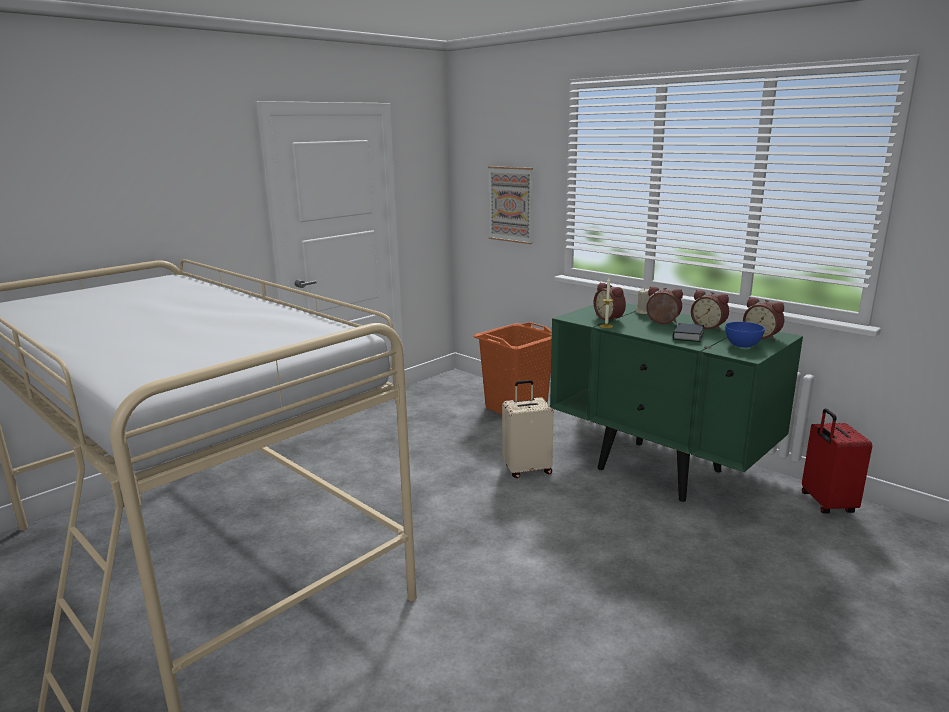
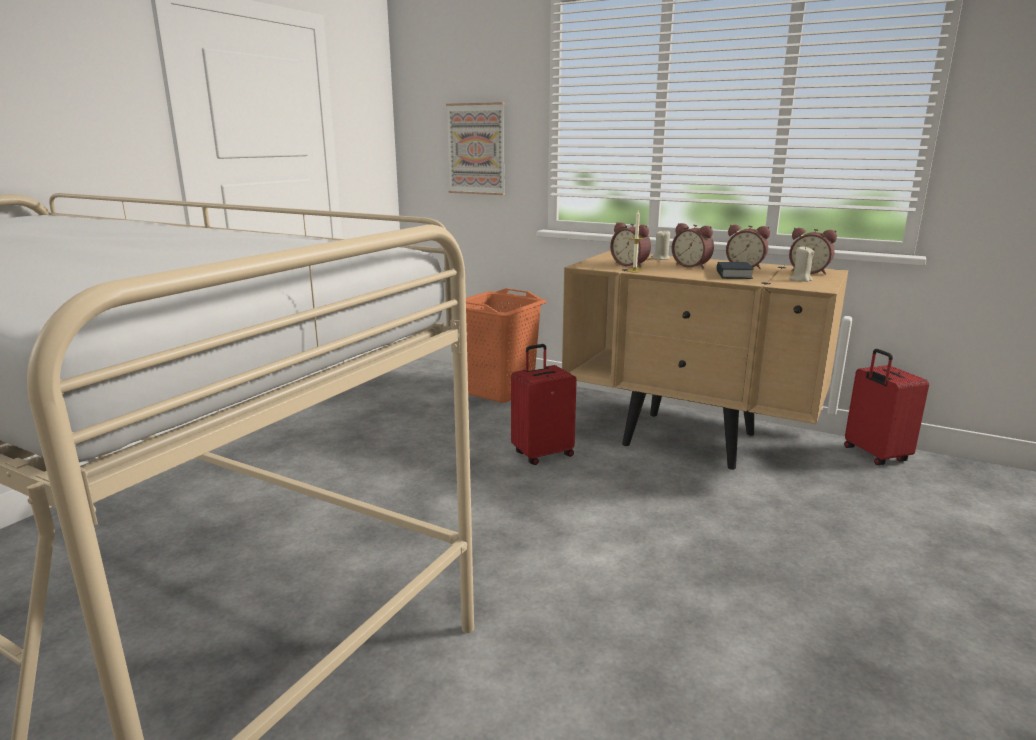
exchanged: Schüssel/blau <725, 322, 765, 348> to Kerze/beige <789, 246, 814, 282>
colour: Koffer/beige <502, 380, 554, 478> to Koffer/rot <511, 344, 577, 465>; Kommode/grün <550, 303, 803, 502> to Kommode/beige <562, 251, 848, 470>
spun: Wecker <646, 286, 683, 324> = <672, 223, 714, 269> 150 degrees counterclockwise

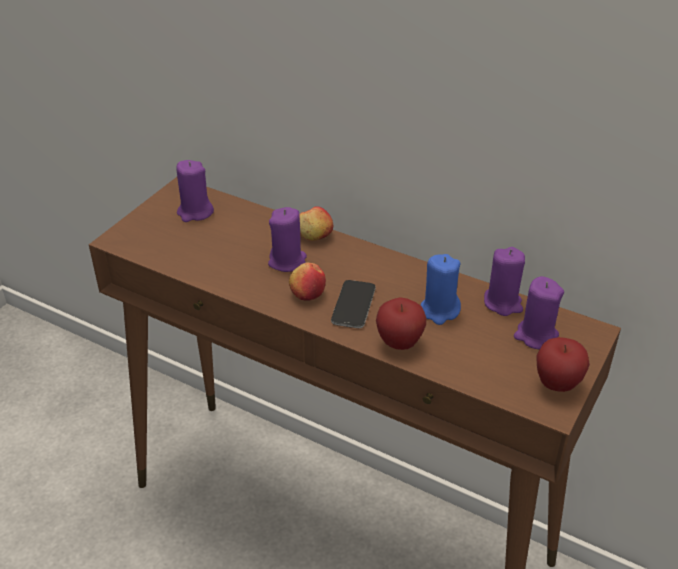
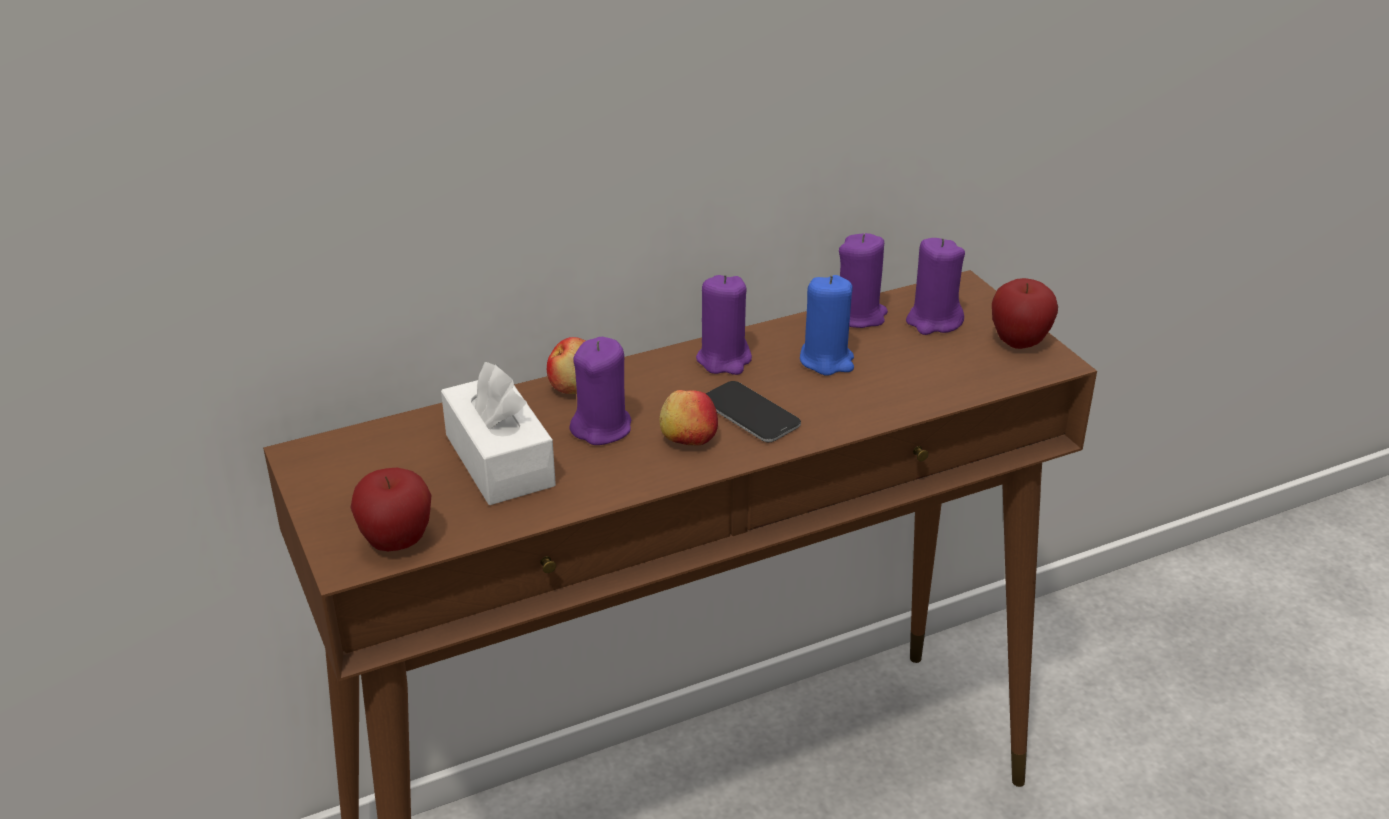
appeared: Taschentuchbox/weiß <441, 362, 556, 505>
relocated: Kerze/lila <176, 160, 214, 222> to <696, 275, 752, 375>; Apfel <376, 297, 426, 350> to <350, 468, 431, 551>

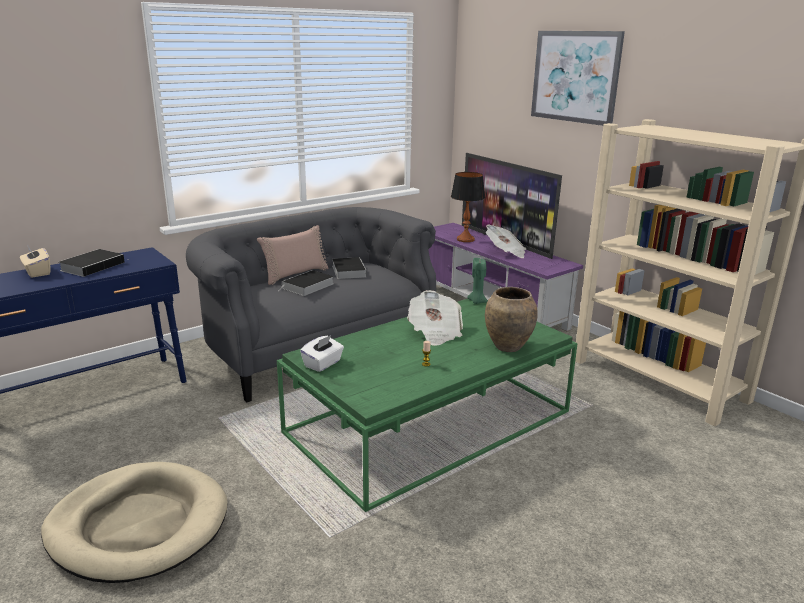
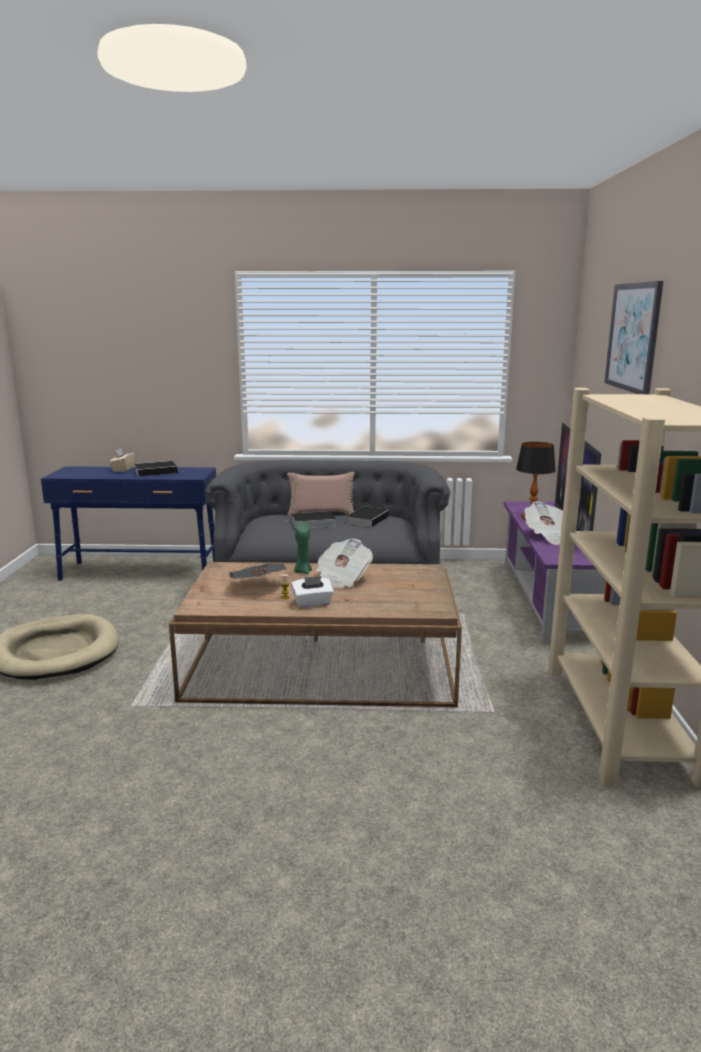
missing: Vase/braun <485, 287, 538, 352>
appeared: Zeitung <228, 563, 286, 579>
relocated: Taschentuchbox/weiß <300, 335, 344, 372> to <291, 576, 334, 608>; Kerze/grün <467, 258, 488, 304> to <294, 523, 312, 574>
colour: Couchtisch/grün <277, 299, 578, 512> to Couchtisch/braun <169, 562, 462, 708>

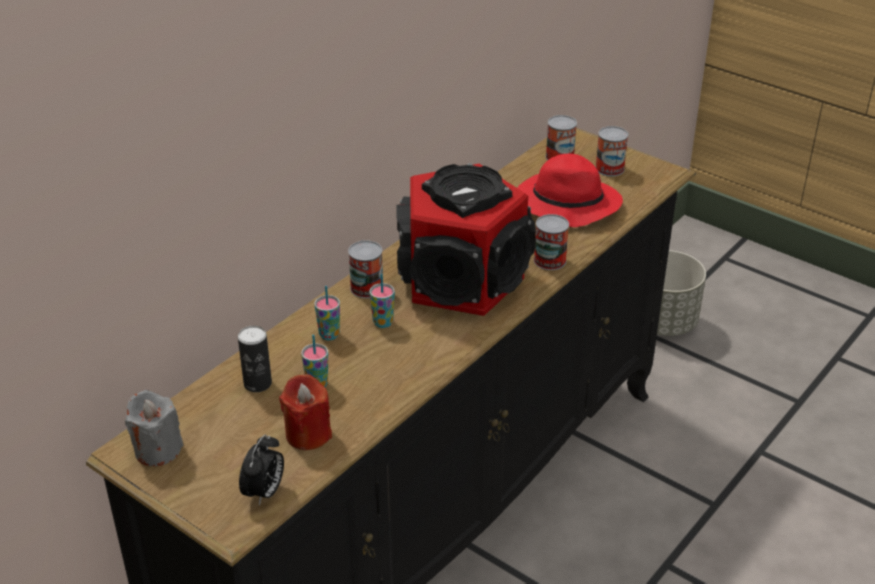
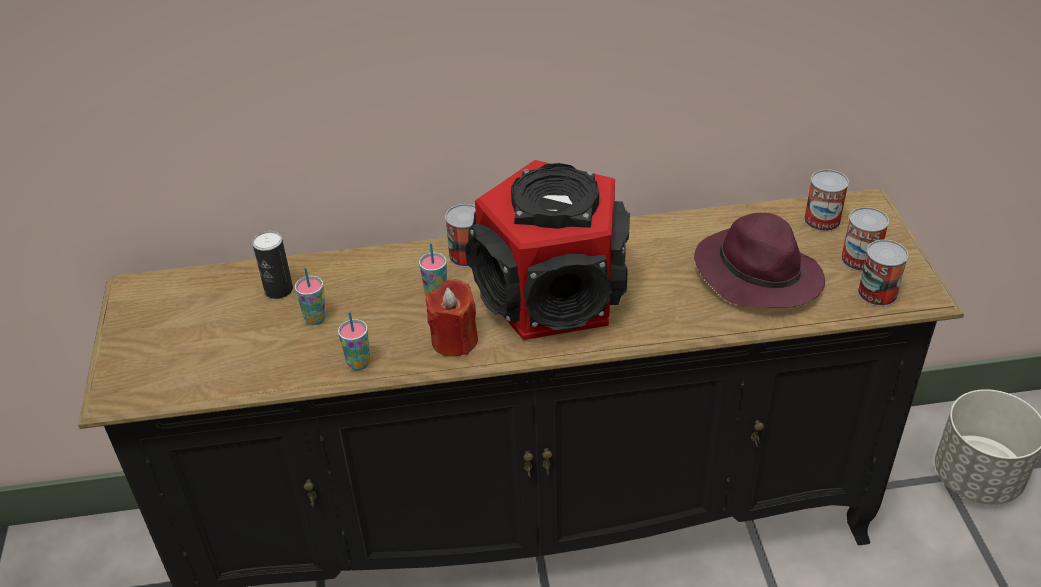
missing: Kerze/grau <125, 390, 183, 466>; Wecker <239, 434, 284, 506>
relocated: Kerze/rot <279, 374, 332, 450> to <426, 279, 478, 357>; Tasse <315, 286, 340, 340> to <338, 311, 370, 370>; Dose <534, 214, 569, 270> to <858, 240, 908, 307>
colour: Hut/rot <517, 154, 623, 227> to Hut/lila <694, 213, 825, 308>

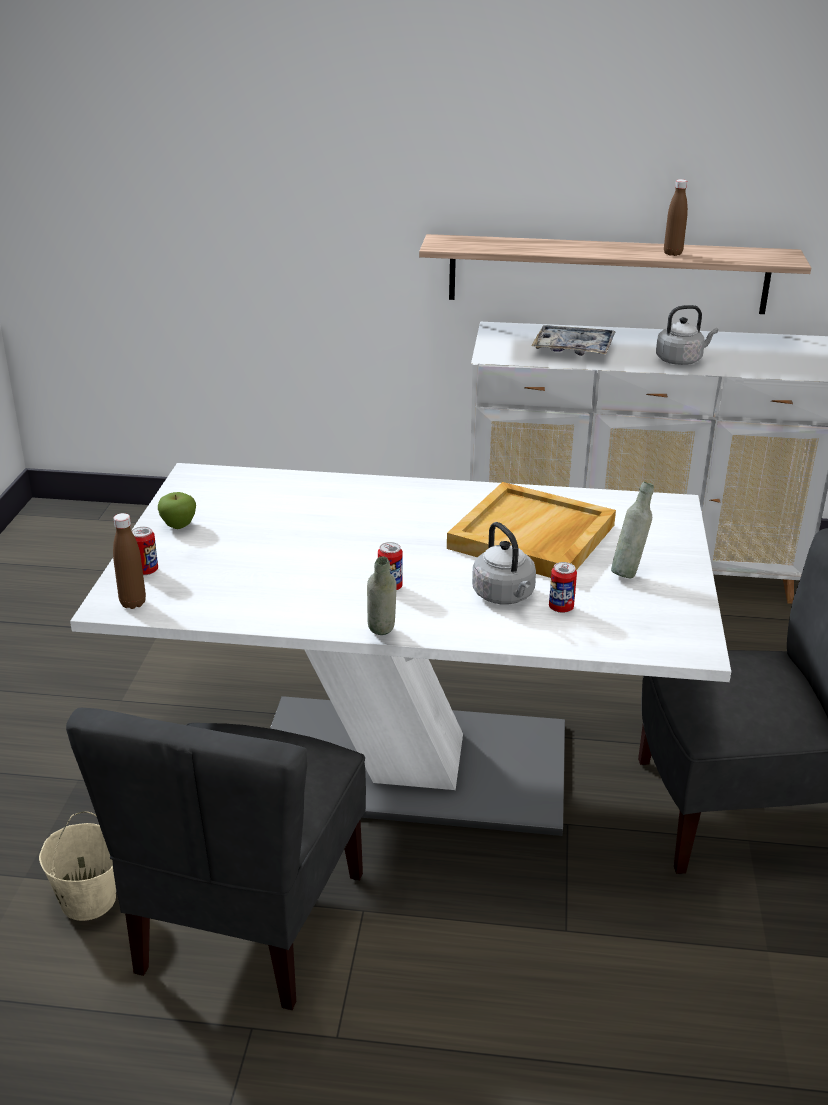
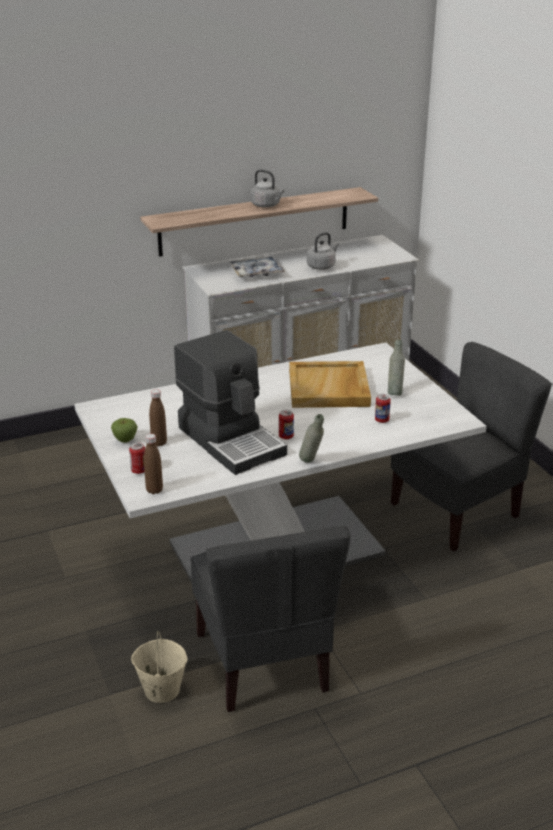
appeared: Kaffeemaschine <174, 330, 287, 475>
relocated: Wasserkessel/grau <472, 522, 536, 604> to <251, 169, 284, 208>; Flasche/braun <664, 179, 688, 256> to <149, 389, 167, 446>

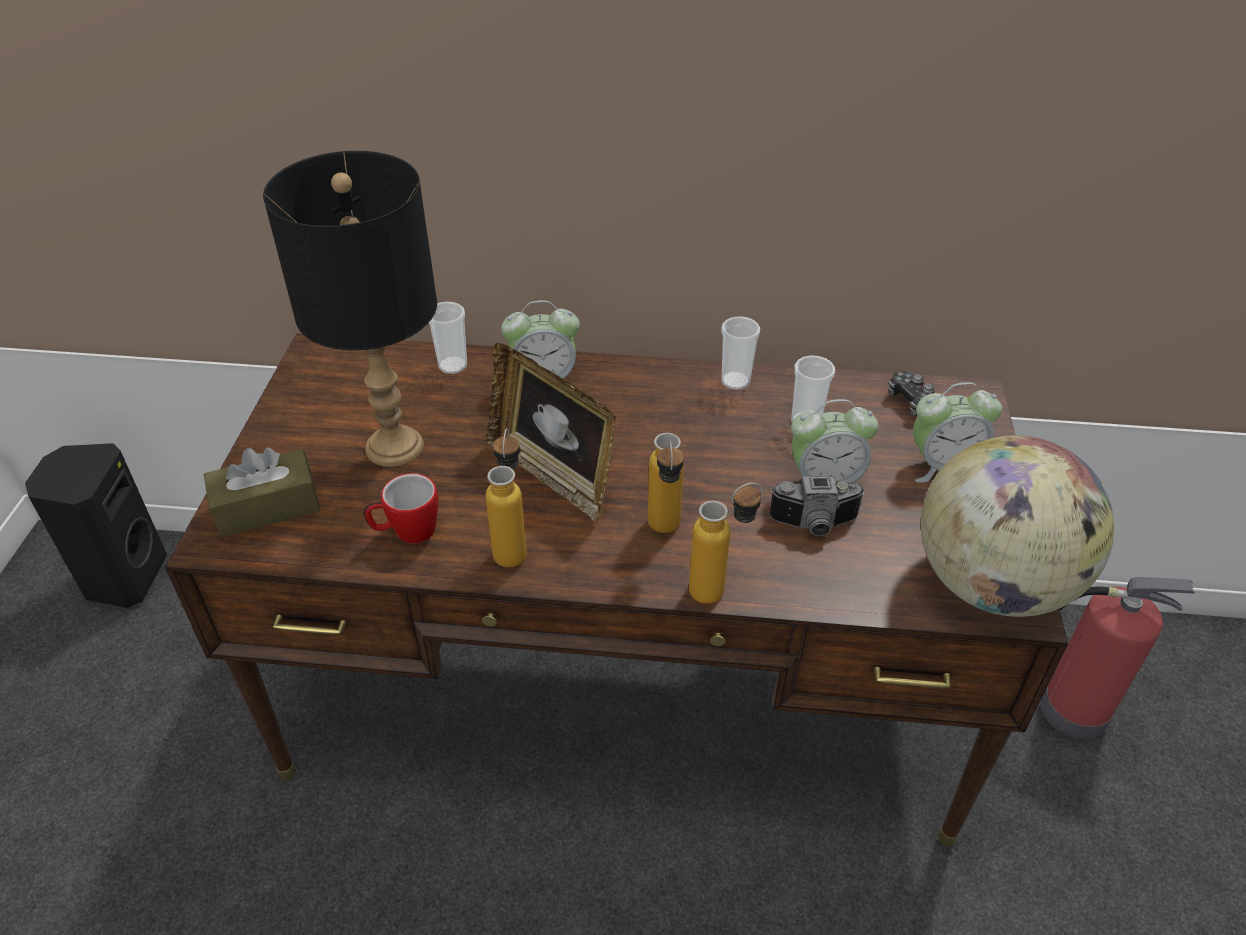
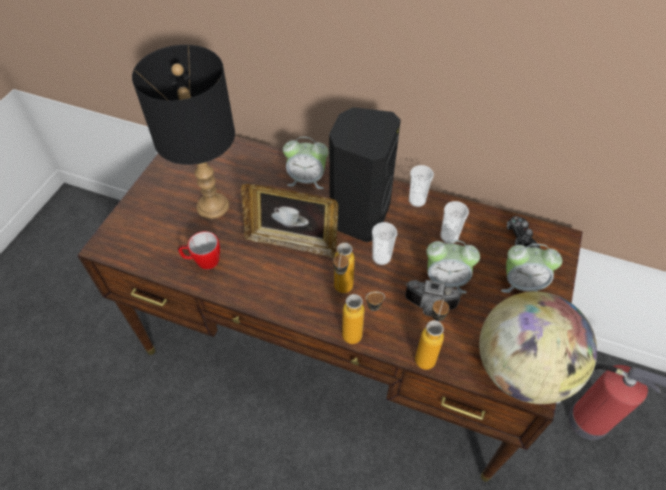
missing: Taschentuchbox/braun <204, 447, 320, 537>
relocated: Lautsprecher/schwarz <25, 443, 167, 608> to <329, 107, 401, 243>; Tasse <429, 302, 467, 374> to <372, 222, 397, 265>; Flasche <485, 428, 527, 568> to <415, 298, 449, 370>
spun: Bilderrahmen <486, 343, 616, 523> = <241, 184, 338, 259> 45 degrees counterclockwise

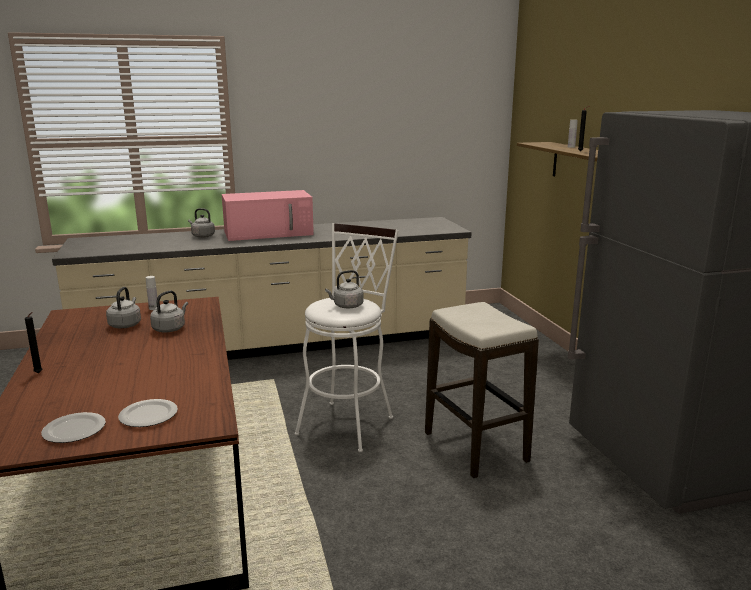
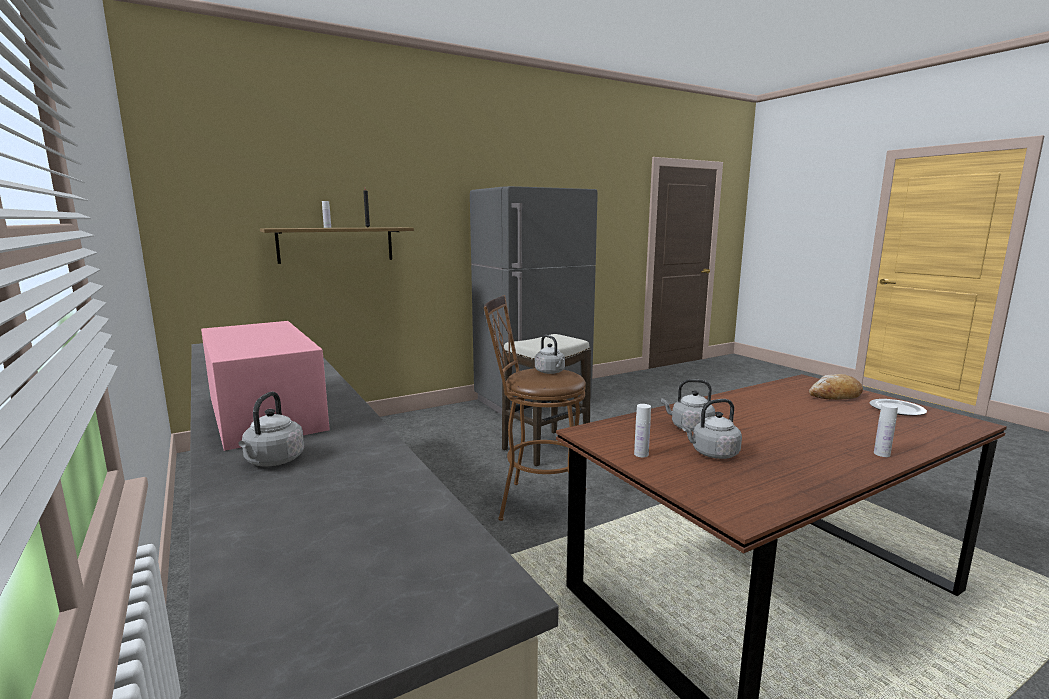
exchanged: Kerze/schwarz <25, 312, 42, 373> to Flasche/weiß <874, 404, 898, 457>; Teller <118, 399, 178, 427> to Brot <809, 374, 863, 400>
colour: Hocker/weiß <295, 223, 399, 452> to Hocker/braun <484, 295, 586, 521>

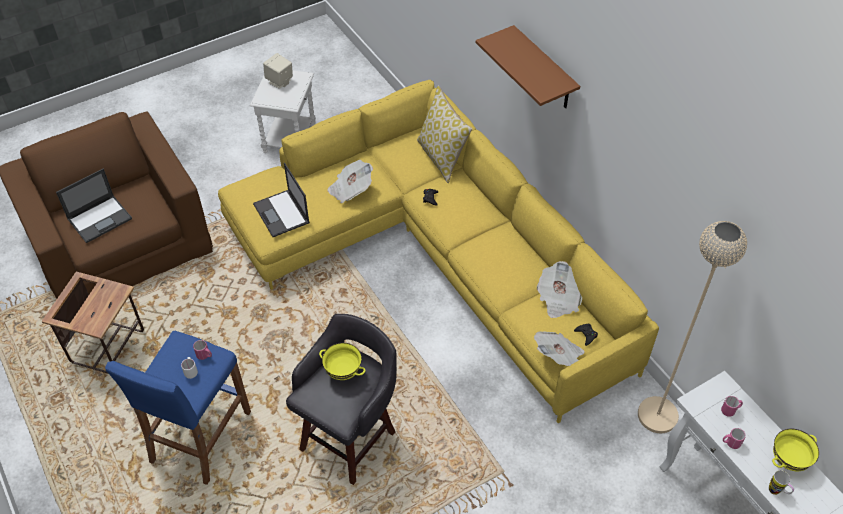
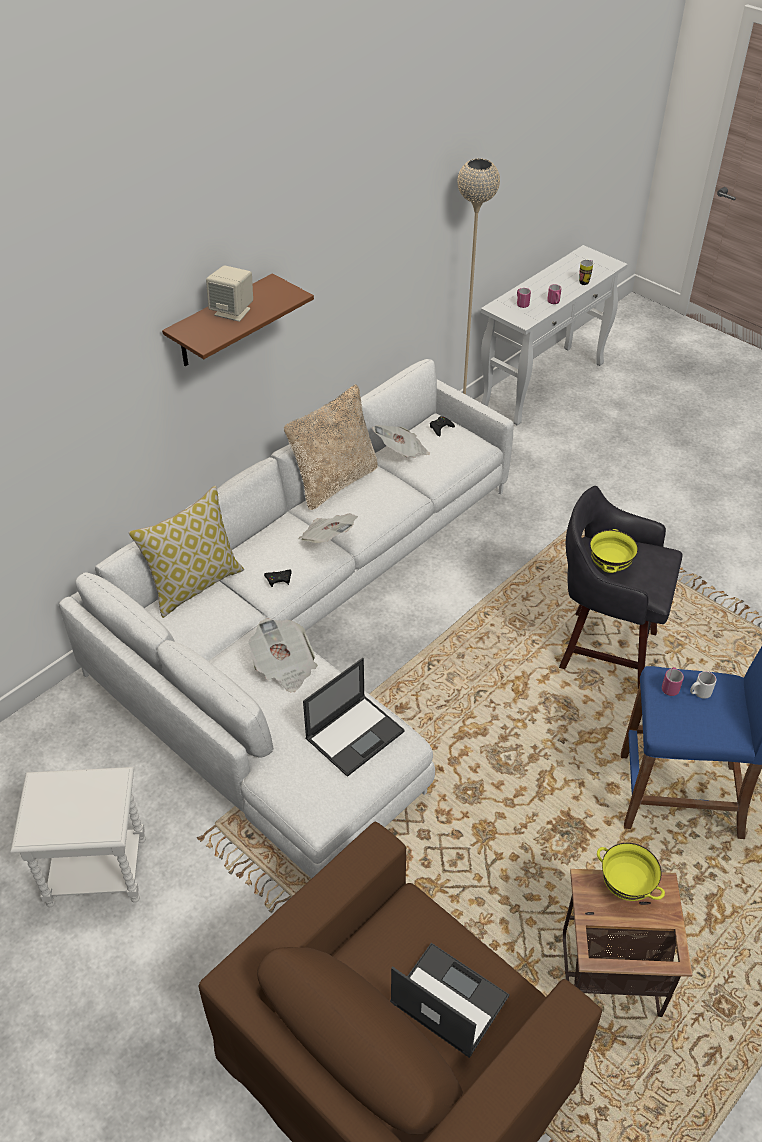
appeared: Kissen/beige <284, 384, 378, 510>
relocated: Lautsprecher/beige <263, 53, 293, 89> to <206, 265, 253, 322>; Zeitung <534, 331, 585, 366> to <298, 513, 358, 543>; Schüssel/gelb <772, 429, 819, 471> to <597, 843, 665, 901>
colour: Sofa/gelb <218, 80, 659, 423> to Sofa/weiß <59, 359, 514, 879>

